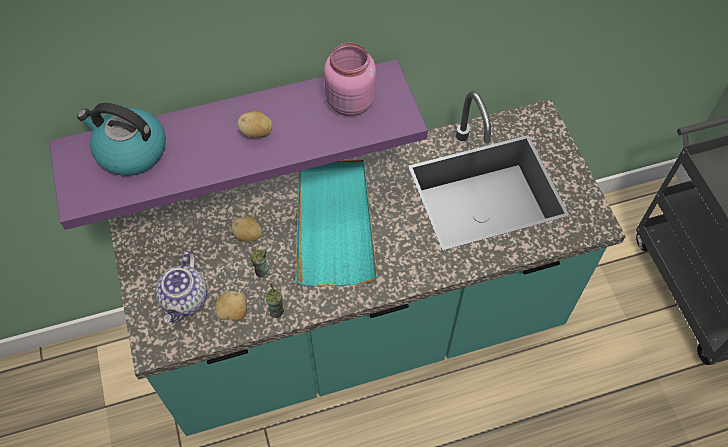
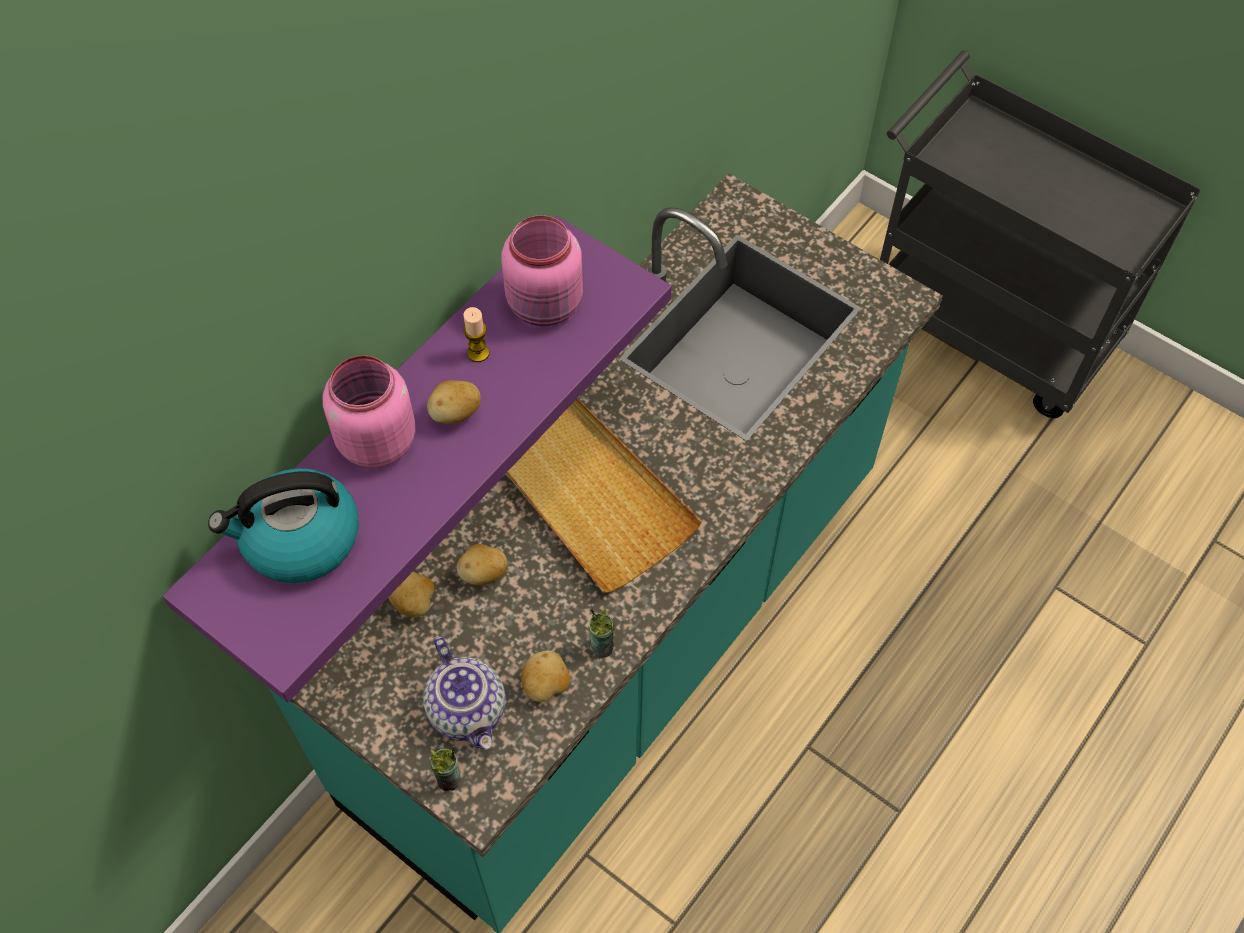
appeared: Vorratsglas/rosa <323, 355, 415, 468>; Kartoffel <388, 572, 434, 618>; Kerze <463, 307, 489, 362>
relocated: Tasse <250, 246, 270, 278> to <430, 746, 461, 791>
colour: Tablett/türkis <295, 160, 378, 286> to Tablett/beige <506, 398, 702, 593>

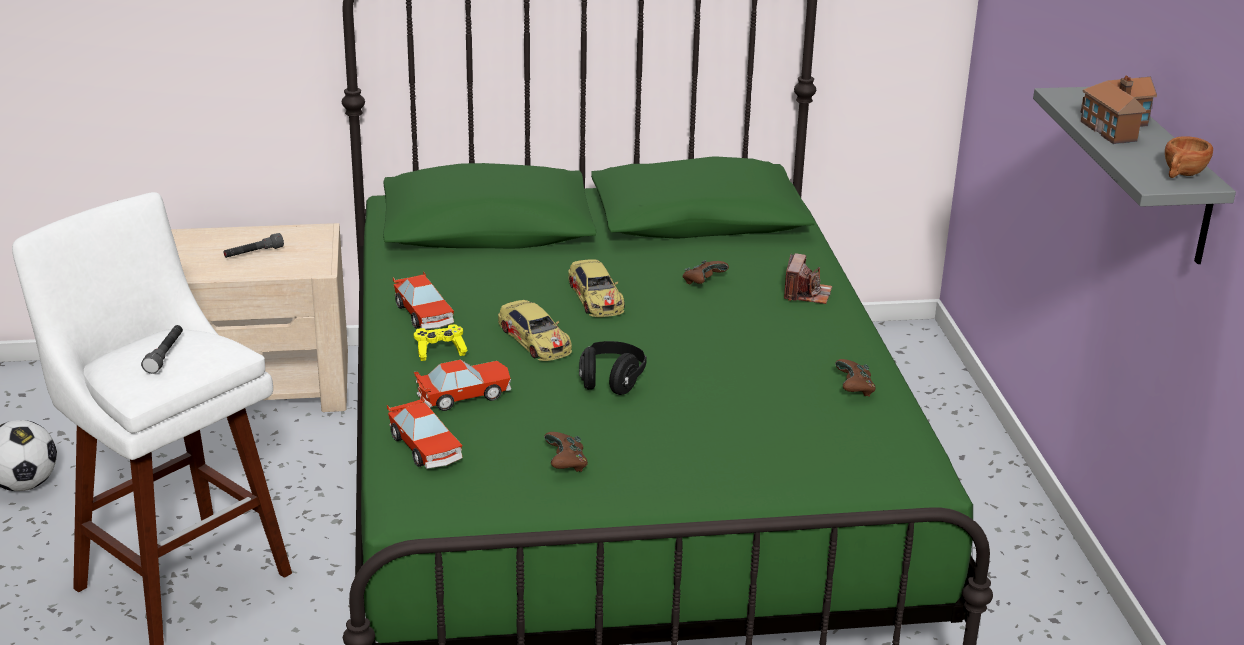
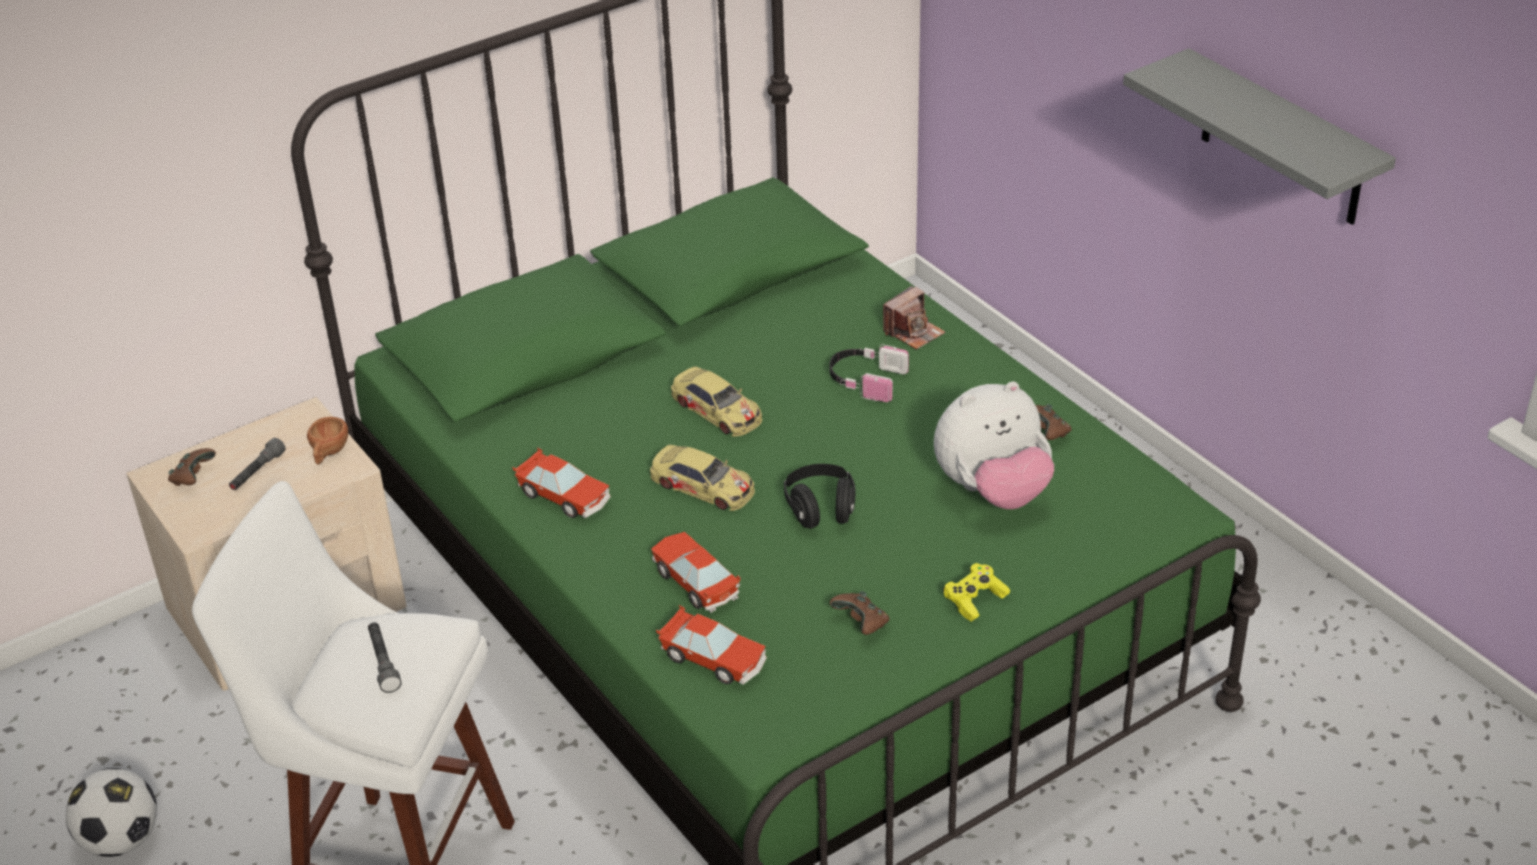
missing: Spielzeughaus <1080, 76, 1157, 144>
appeared: Kopfhörer <829, 344, 909, 402>; Plüschtier <934, 381, 1054, 509>
relocated: Gamepad/gelb <414, 324, 468, 361> to <943, 563, 1010, 622>; Gamepad/braun <682, 260, 729, 285> to <168, 448, 216, 486>; Tasse/braun <1165, 136, 1213, 178> to <307, 417, 348, 464>
spun: Spielzeugauto <413, 360, 511, 411> = <651, 532, 741, 613> 75 degrees counterclockwise; Kamera <784, 253, 832, 304> = <883, 285, 945, 350> 60 degrees clockwise

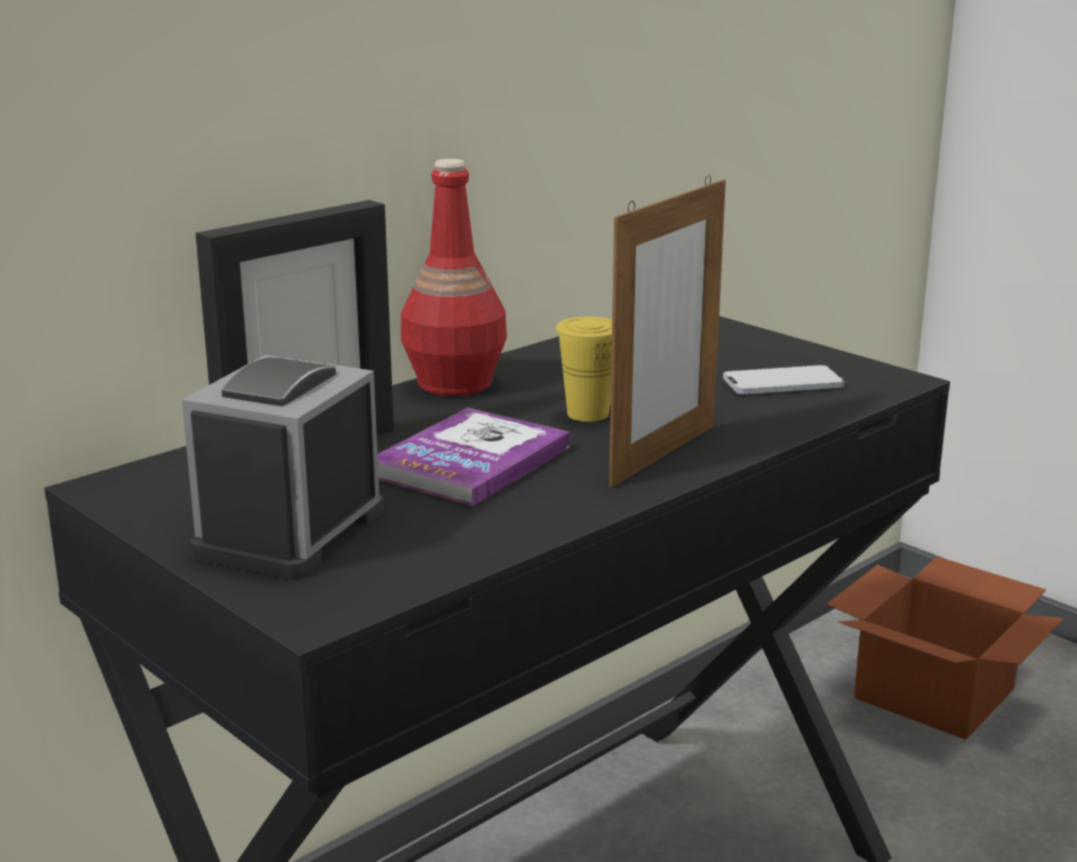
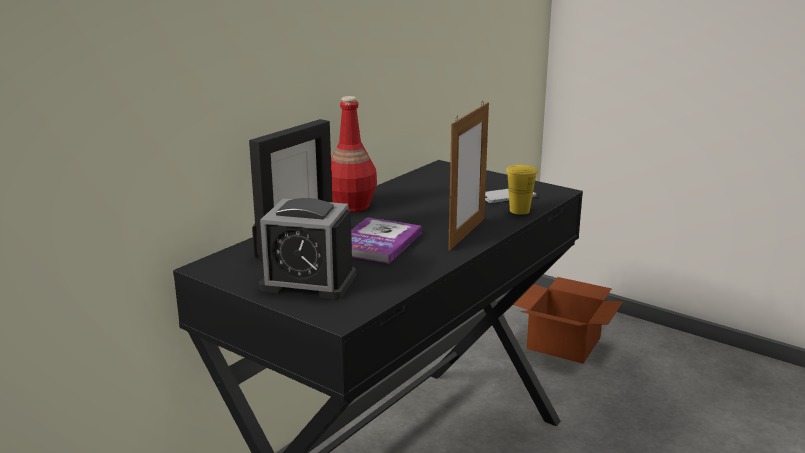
relocated: Tasse/gelb <556, 316, 612, 422> to <506, 165, 538, 215>
spun: Wecker <182, 355, 383, 579> = <259, 198, 356, 299> 90 degrees counterclockwise

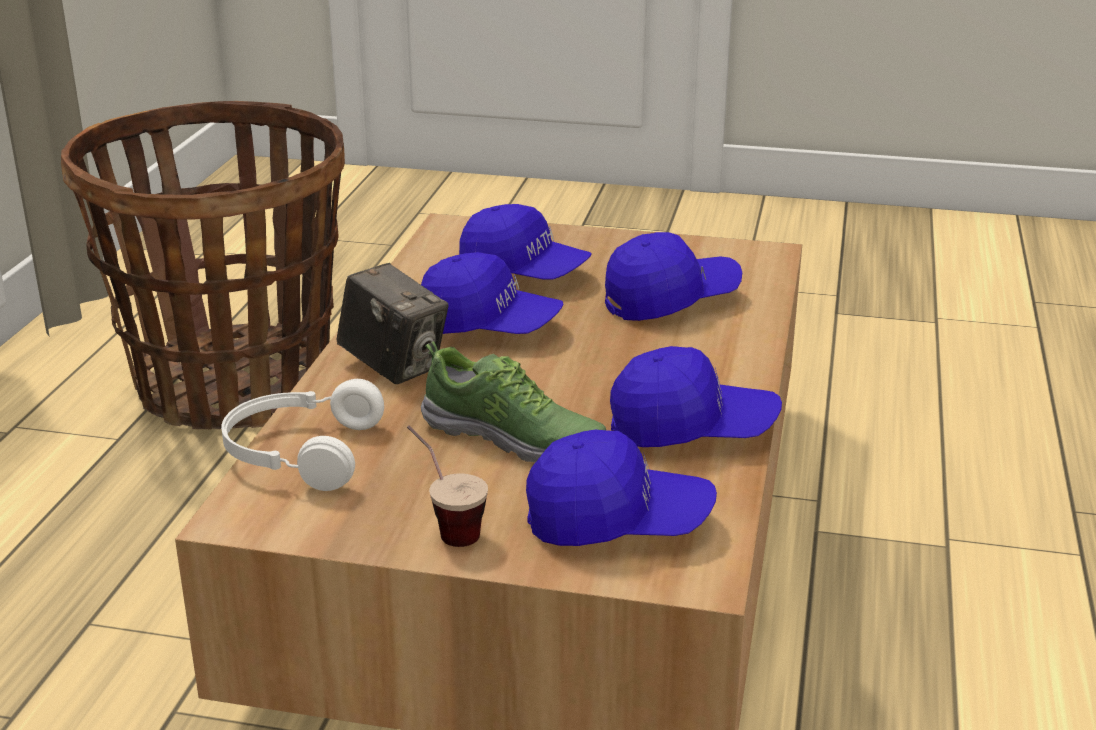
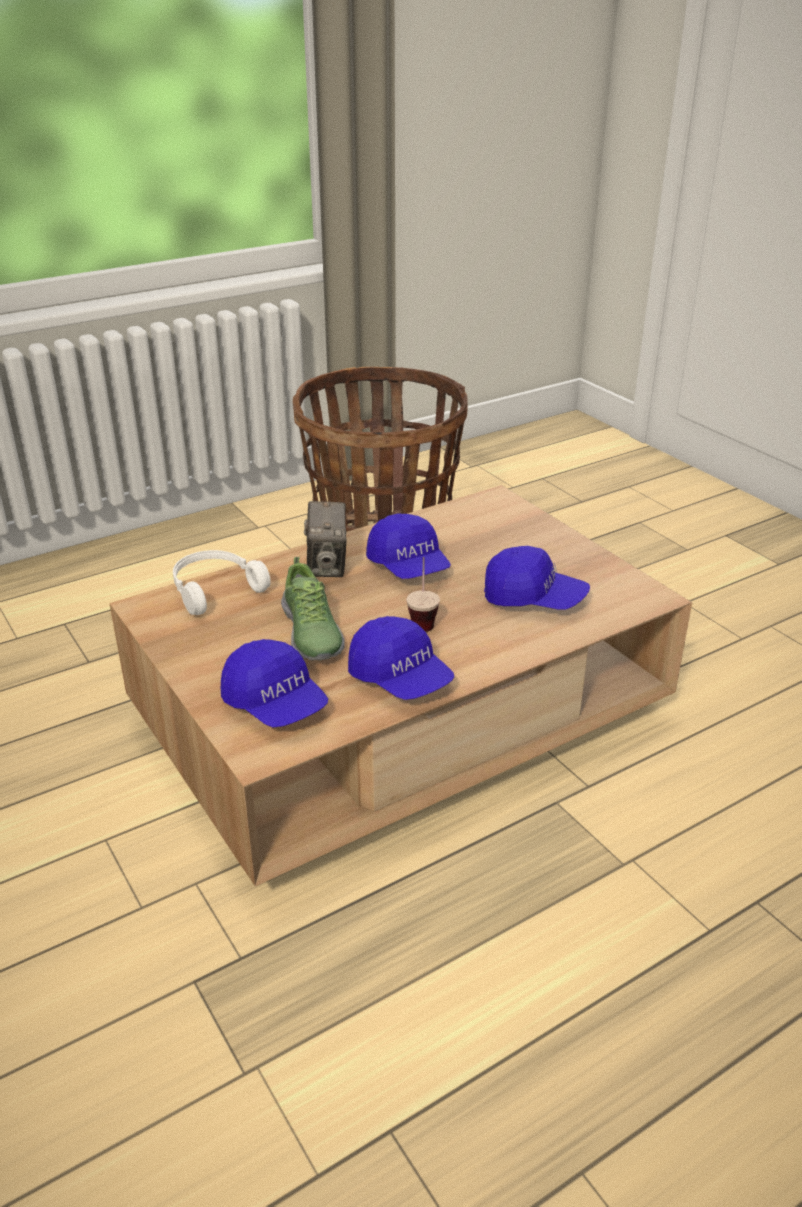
missing: Kappe/blau <459, 204, 592, 280>
relocated: Tasse <407, 425, 488, 547> to <406, 557, 440, 632>

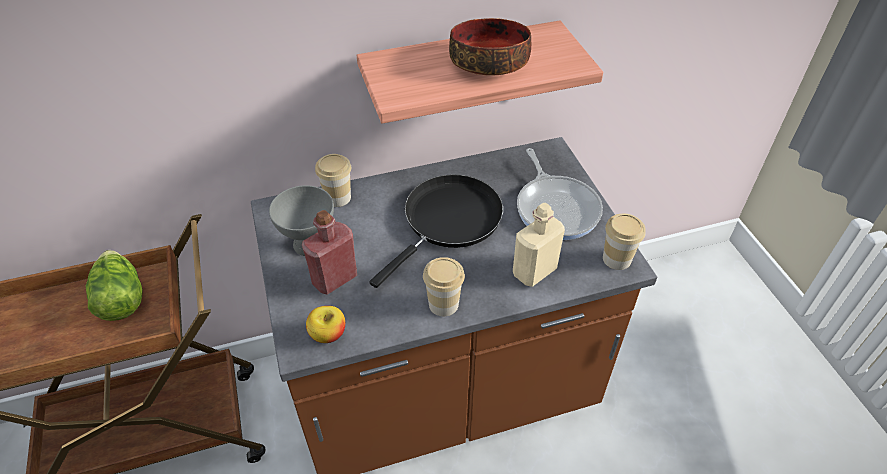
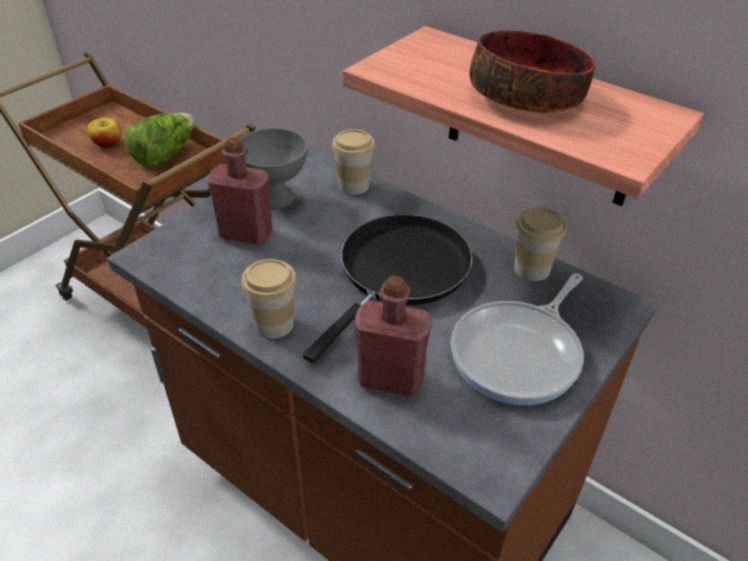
relocated: Apfel <306, 306, 345, 343> to <87, 118, 121, 148>; Tasse <603, 214, 646, 270> to <514, 207, 567, 281>
colour: Flasche/beige <513, 203, 565, 287> to Flasche/rot <355, 276, 432, 397>
spun: Pfanne/schwarz <370, 175, 503, 288> = <303, 214, 473, 363> 60 degrees counterclockwise

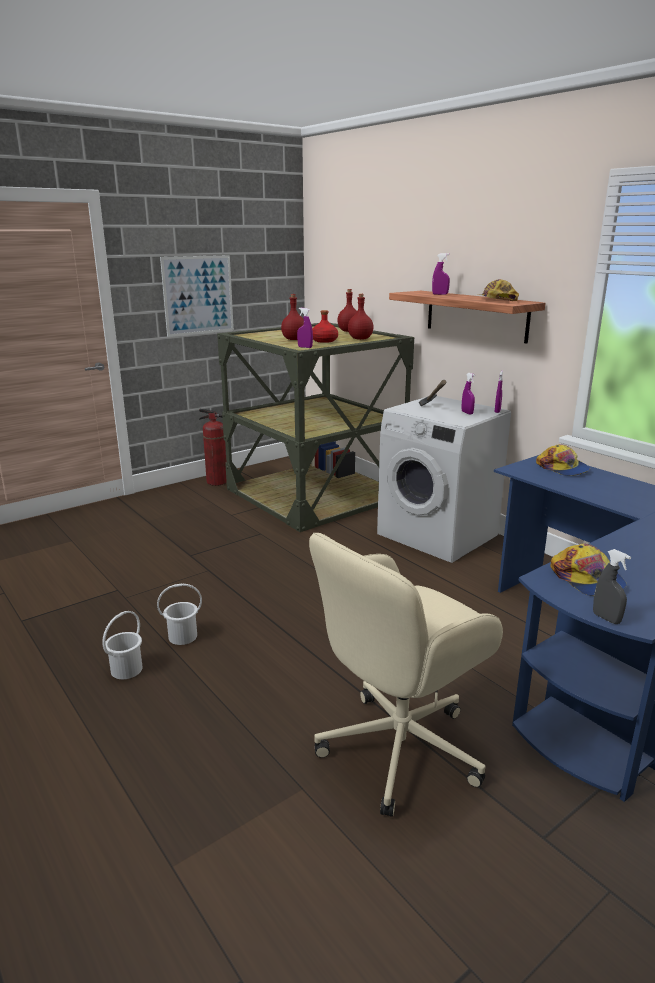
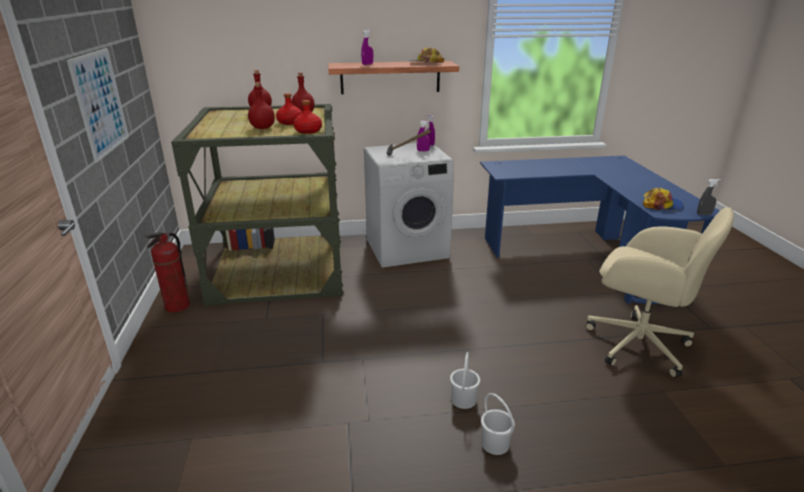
missing: Kappe <536, 444, 590, 476>
exchanged: Sprühflasche/lila <297, 308, 313, 348> to Flasche/rot <293, 100, 322, 134>
spun: Bürostuhl/beige <309, 533, 503, 817> = <586, 207, 734, 377> 45 degrees counterclockwise

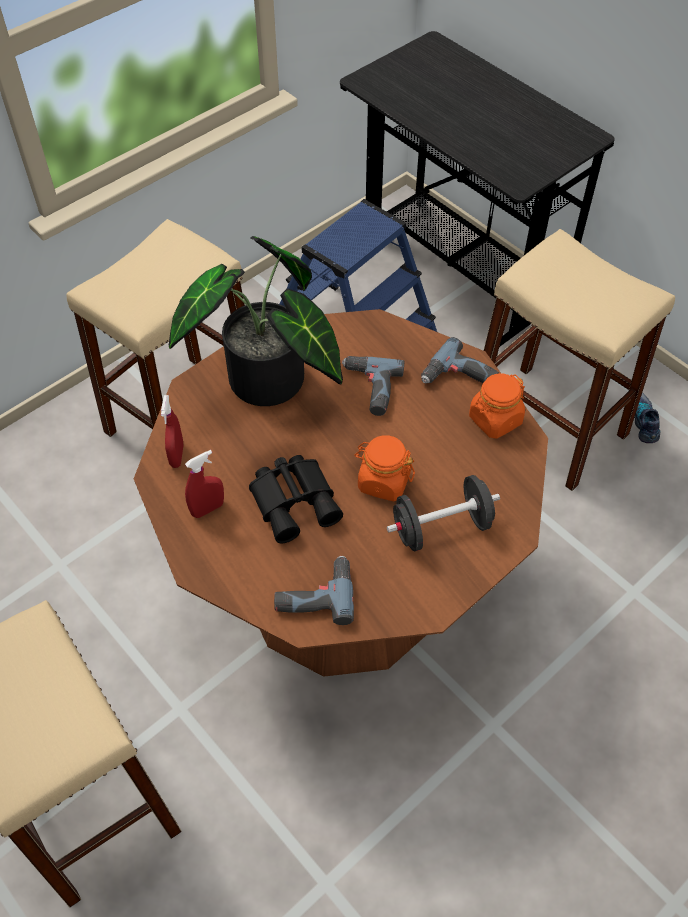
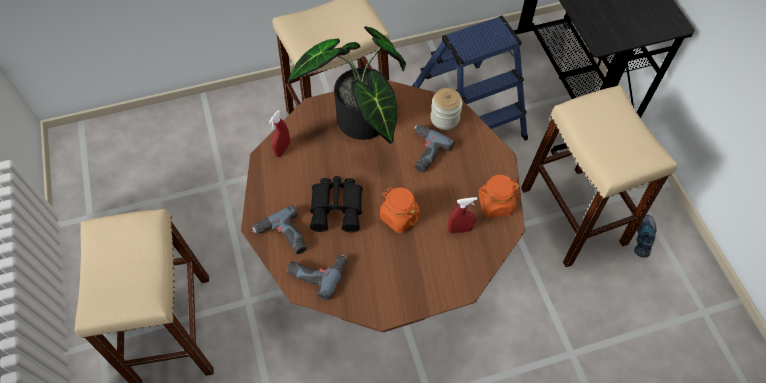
missing: Hantel/schwarz <387, 475, 500, 551>
appeared: Vorratsglas <430, 88, 463, 130>
relocated: Sprühflasche/rot <185, 450, 224, 518> to <448, 197, 477, 234>; Bohrmaschine <421, 337, 499, 383> to <252, 205, 307, 254>

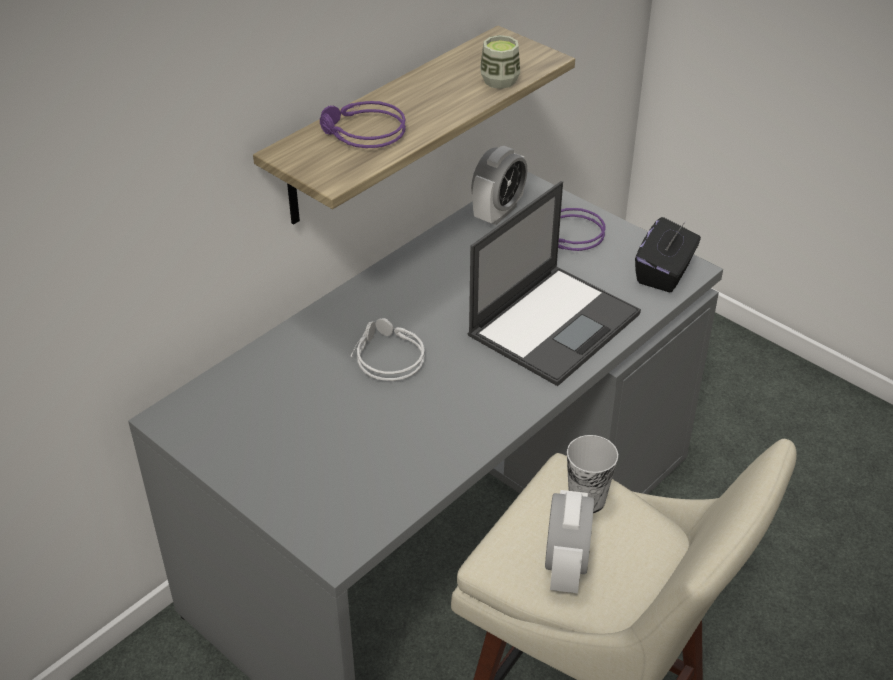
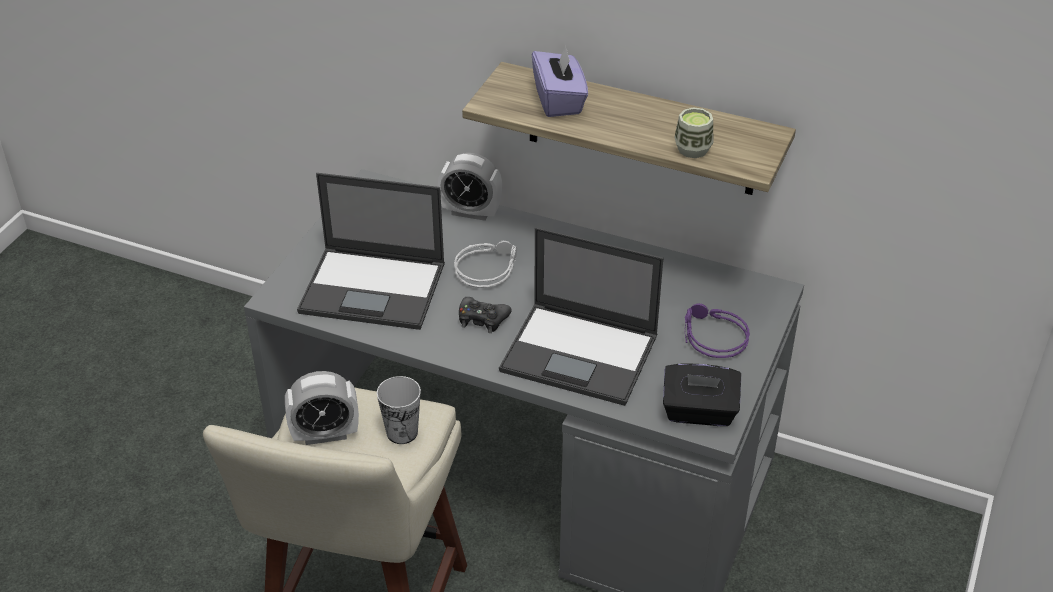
appeared: Laptop <297, 173, 445, 330>; Gamepad/schwarz <459, 297, 512, 333>
relocated: Wecker <471, 146, 527, 225> to <438, 153, 502, 221>
exchanged: Kopfhörer/lila <320, 101, 406, 148> to Taschentuchbox/lila <532, 45, 588, 117>

